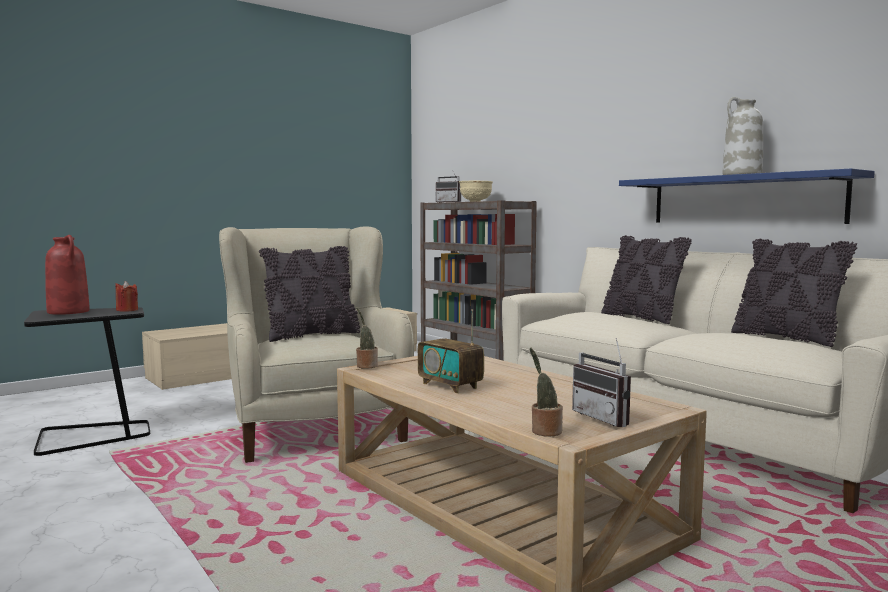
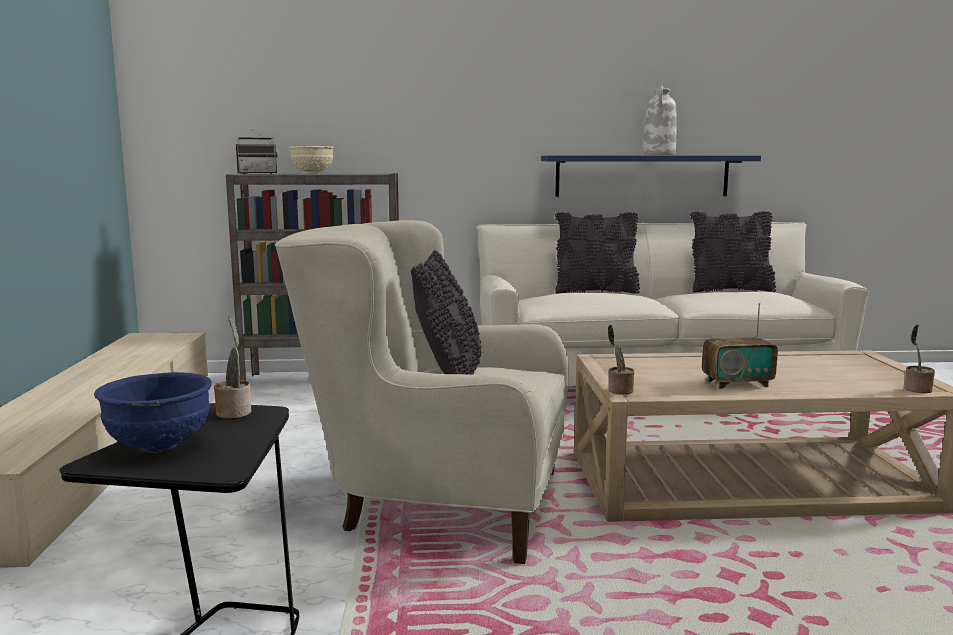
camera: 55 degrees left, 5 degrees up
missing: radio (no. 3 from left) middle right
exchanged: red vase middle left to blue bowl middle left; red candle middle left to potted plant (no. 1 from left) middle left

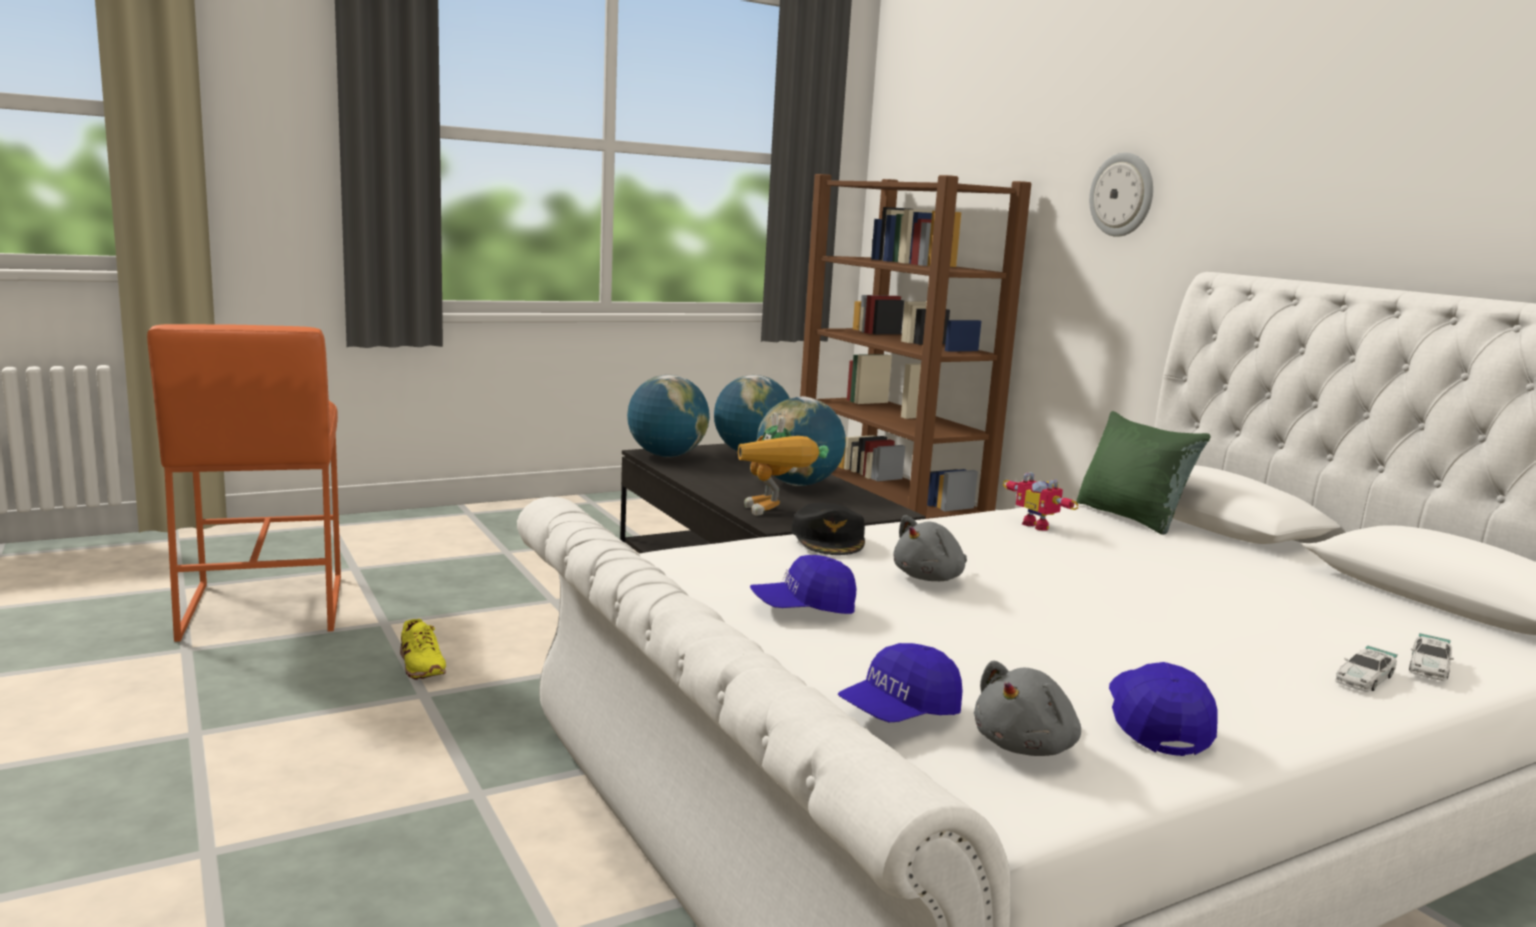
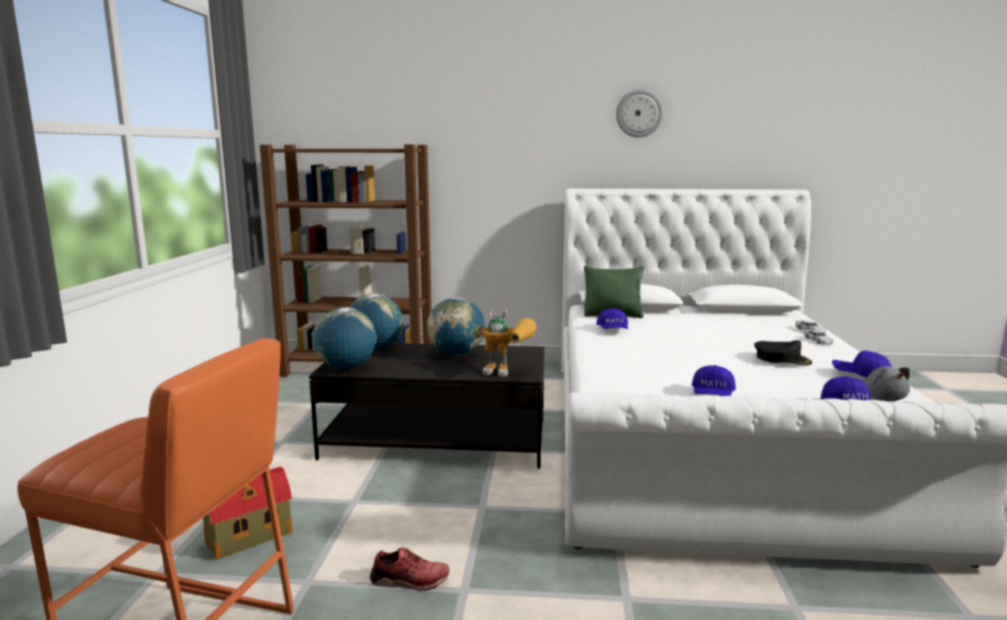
camera: 55 degrees left, 0 degrees up
missing: grey plush toy (no. 1 from left) centre
appeared: toy house bottom left
relocated: black cap centre to middle right; wall clock top right to top centre
exchanged: toy robot (no. 2 from left) middle right to blue cap (no. 1 from left) centre
colour: yellow shoe bottom left to red shoe bottom centre

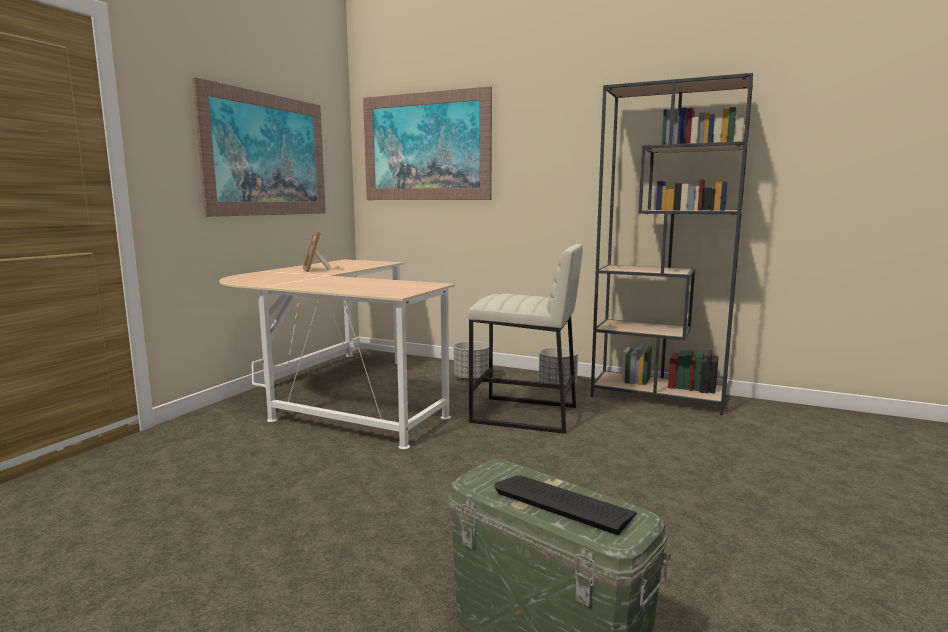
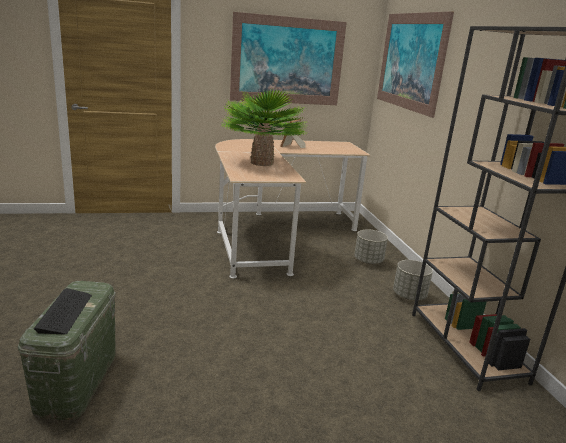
camera: 50 degrees right, 10 degrees up
missing: beige stool centre
appeared: potted plant top centre

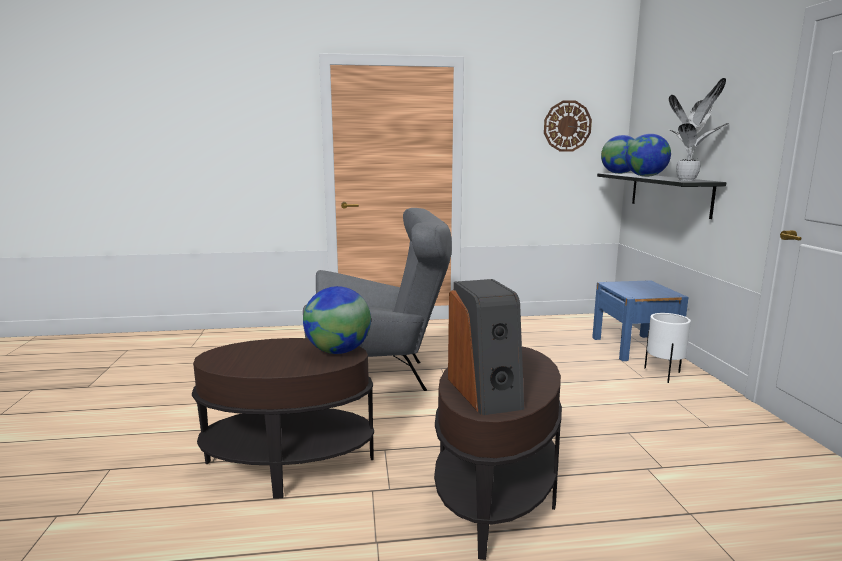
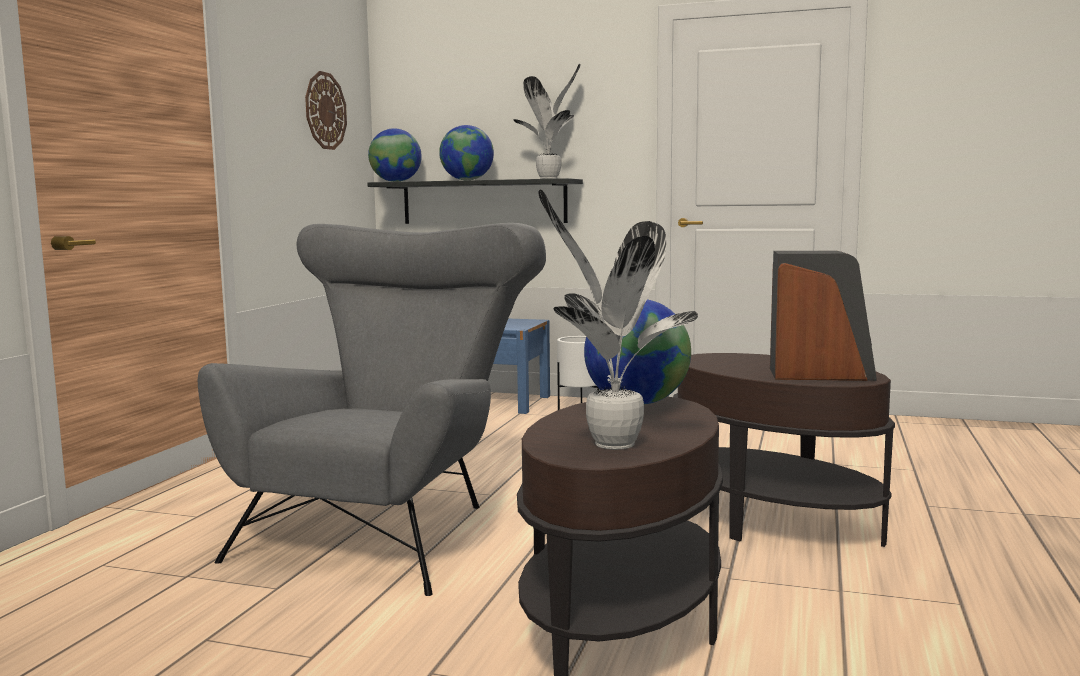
camera: 65 degrees left, 5 degrees down
appeared: potted plant (no. 2 from left) centre

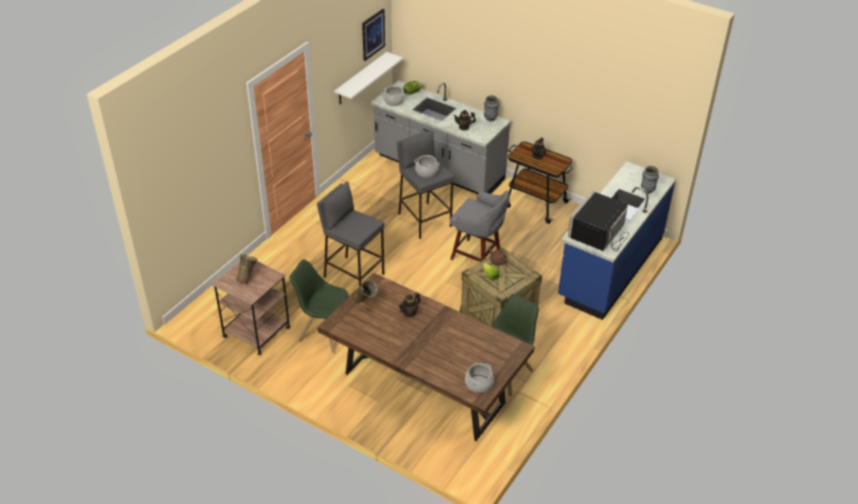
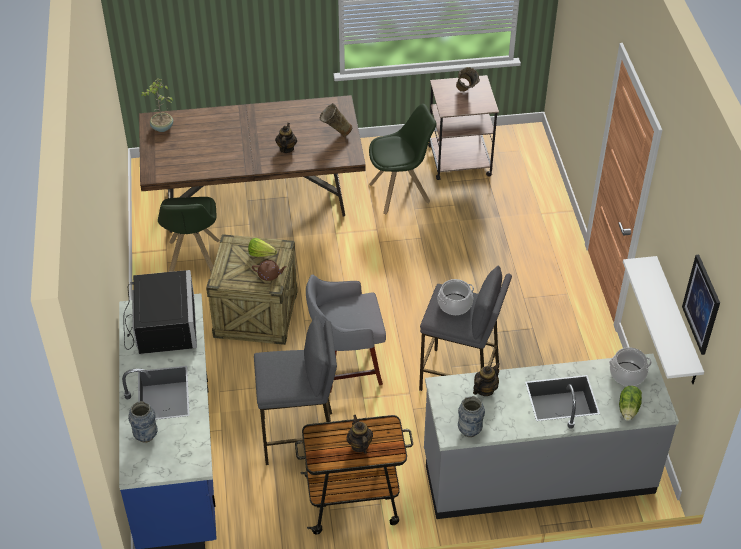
camera: 140 degrees right, 5 degrees up
relocated: grey stool (no. 1 from left) centre to bottom centre
exchanged: cooking pot (no. 3 from left) bottom centre to potted plant top left

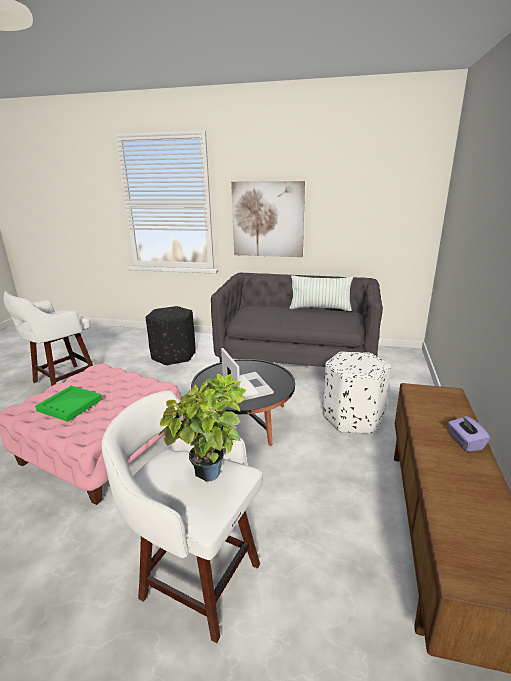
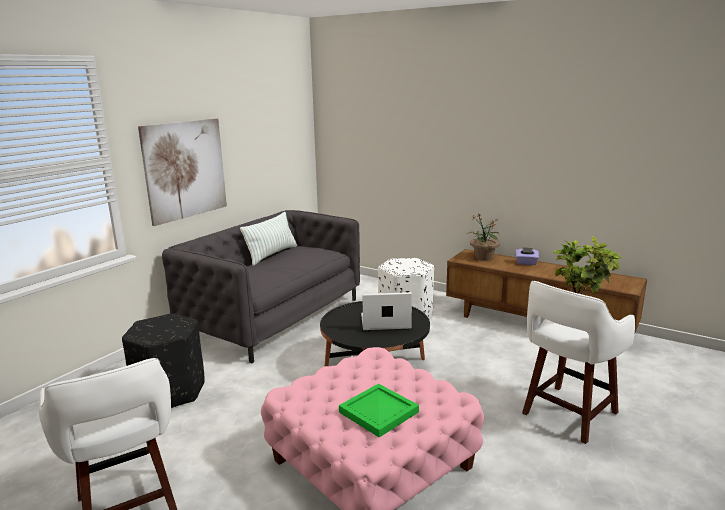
camera: 70 degrees left, 5 degrees down
appeared: potted plant (no. 1 from left) centre

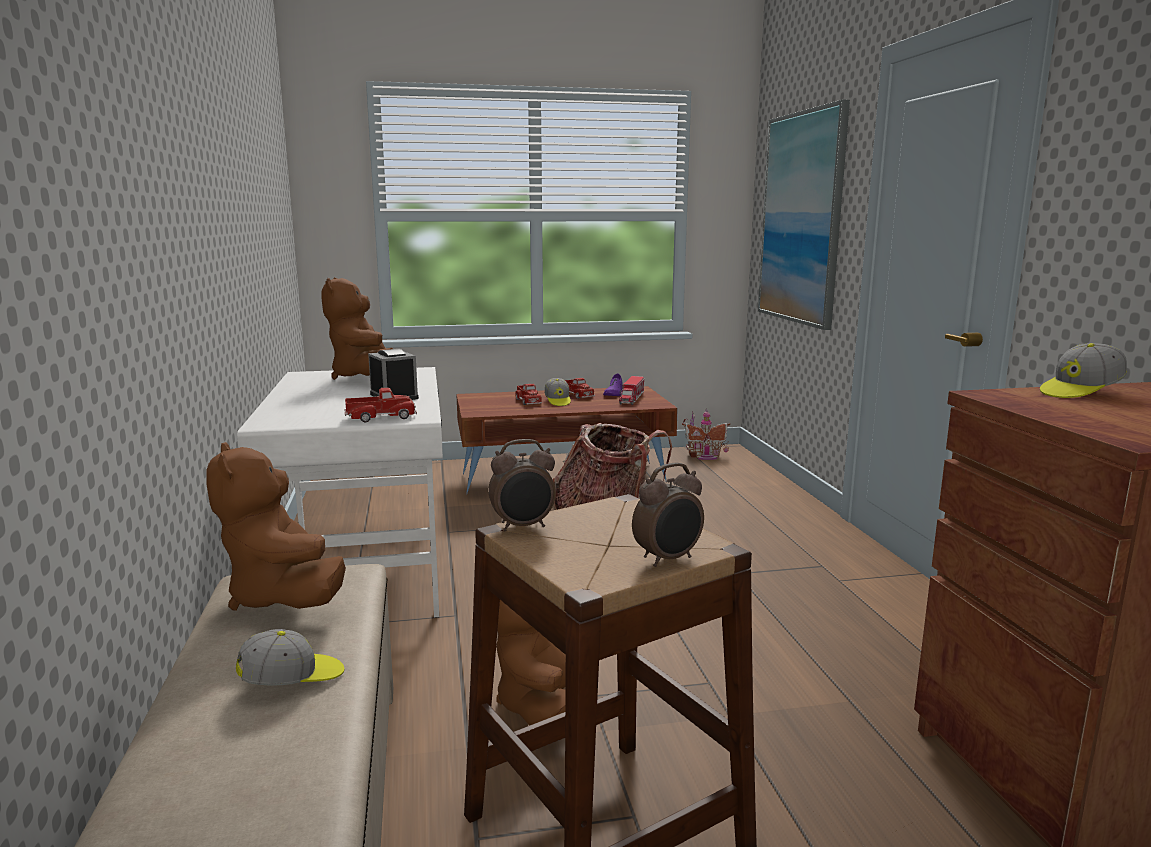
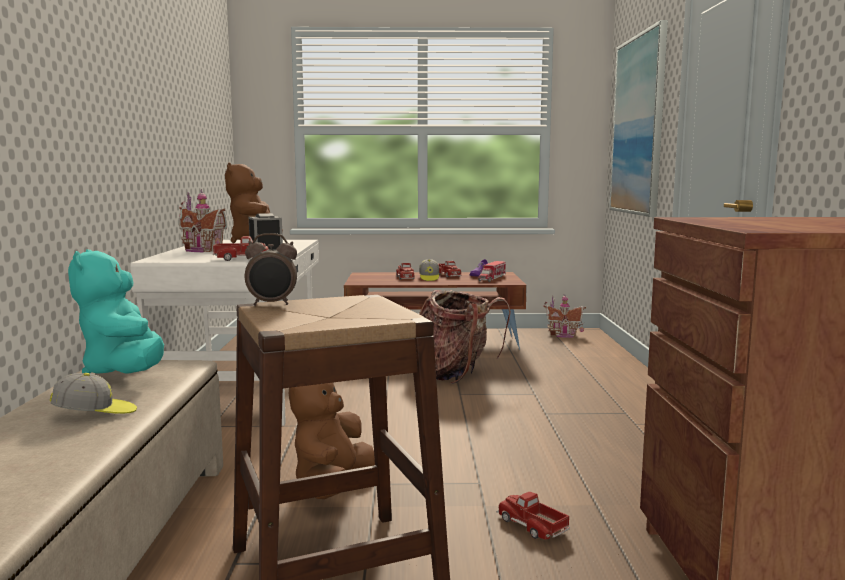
camera: 10 degrees right, 5 degrees down
missing: alarm clock (no. 3 from left) centre; cap (no. 3 from left) middle right
appeared: toy house (no. 1 from left) middle left; toy truck (no. 5 from left) bottom centre
colour: brown plush toy (no. 1 from left) middle left to turquoise plush toy middle left

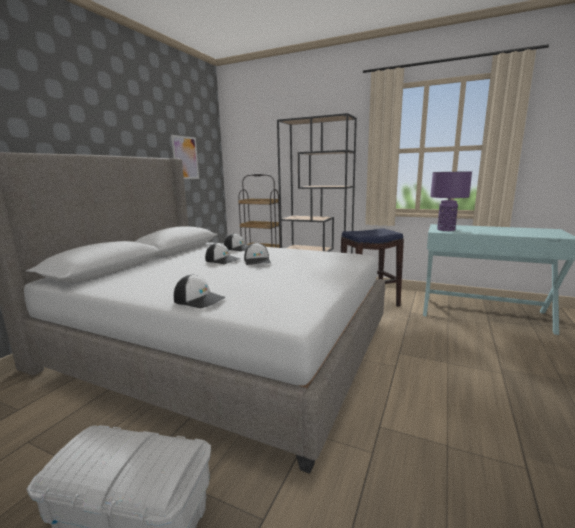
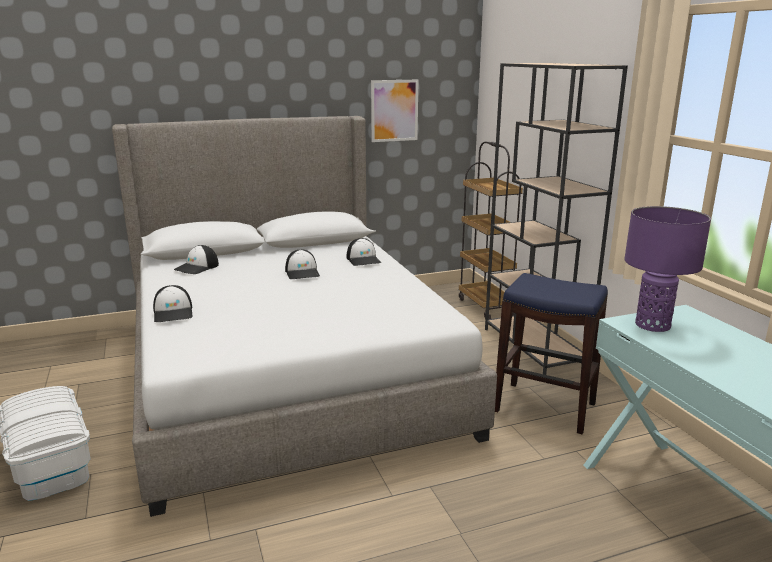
camera: 45 degrees right, 5 degrees up
relocated: cap (no. 4 from left in the first image) centre to cap (no. 2 from left) middle left

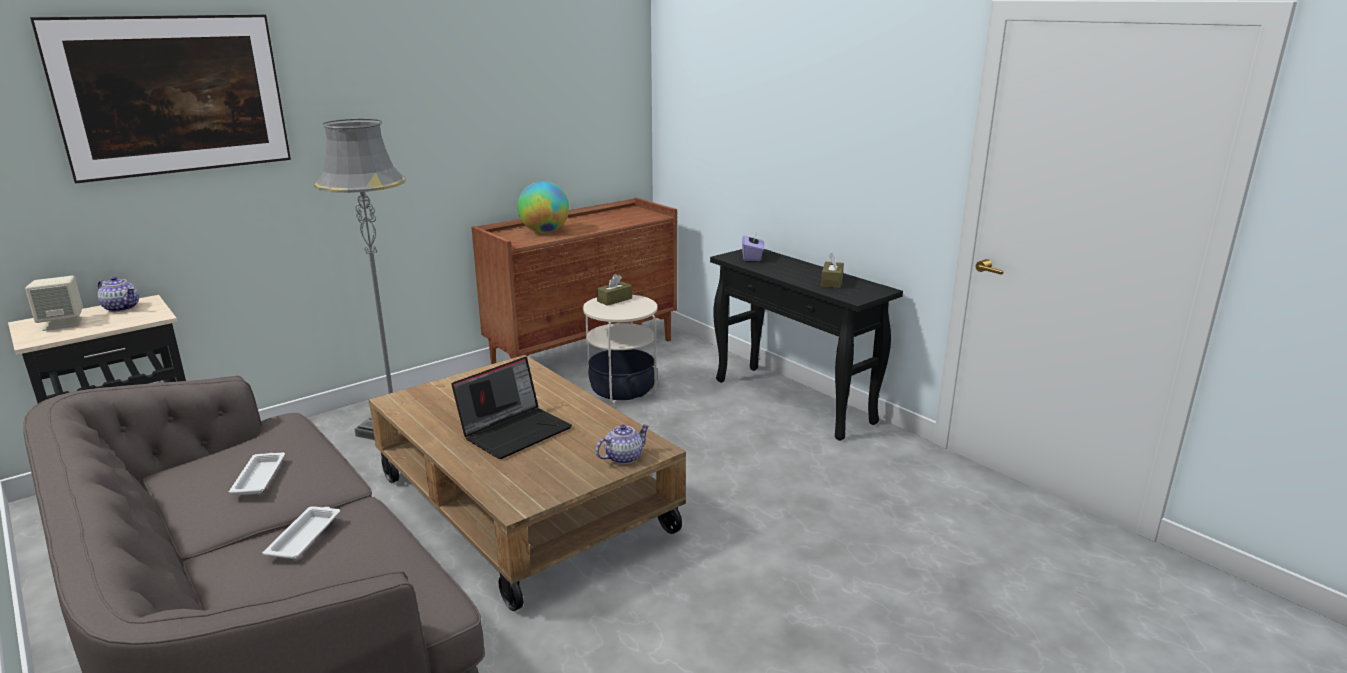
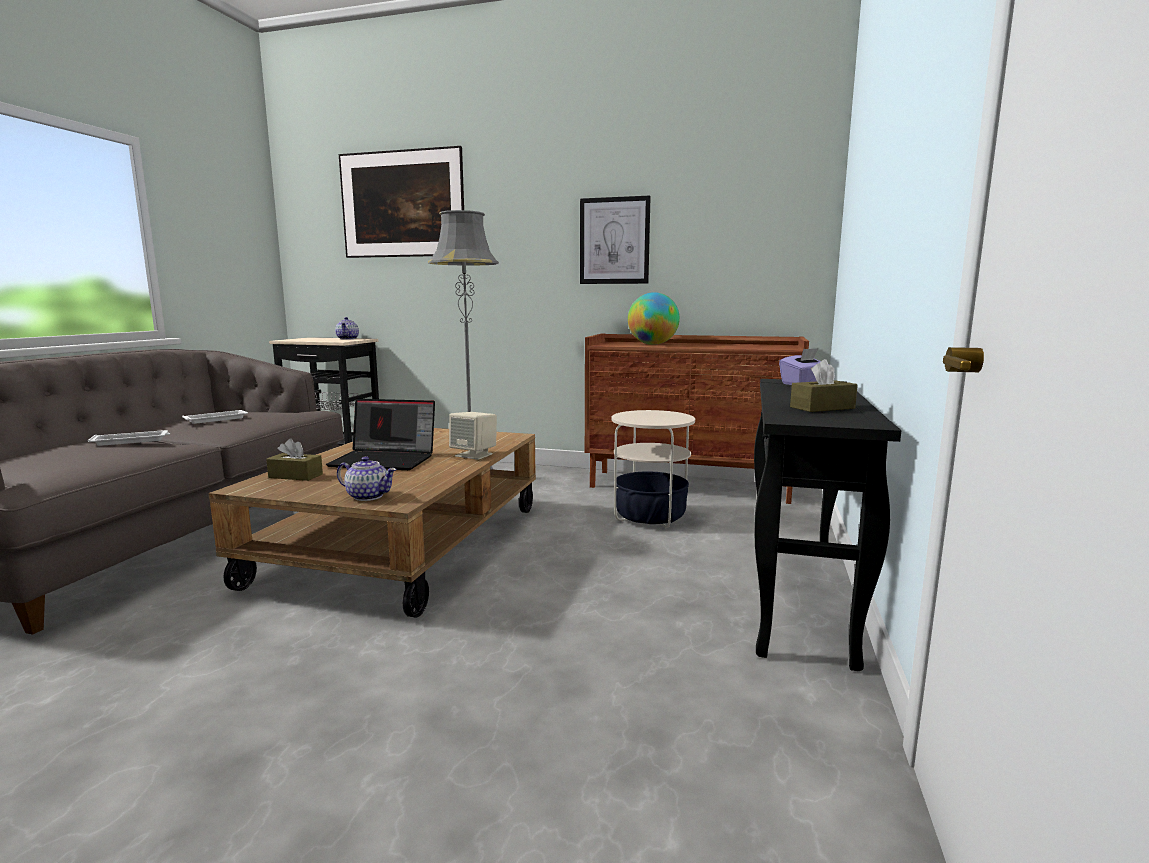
camera: 55 degrees right, 10 degrees down
appeared: picture (no. 2 from left) top centre
relocated: beige speaker middle left to centre; brown tissue box (no. 1 from left) centre to middle left

